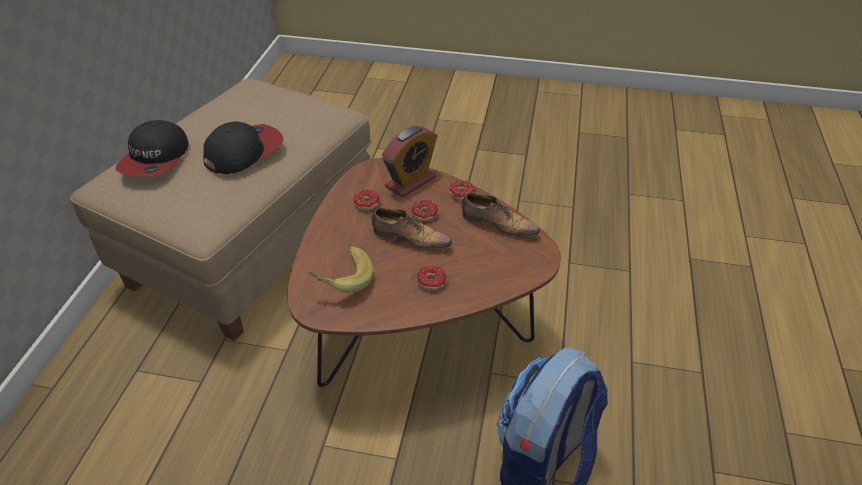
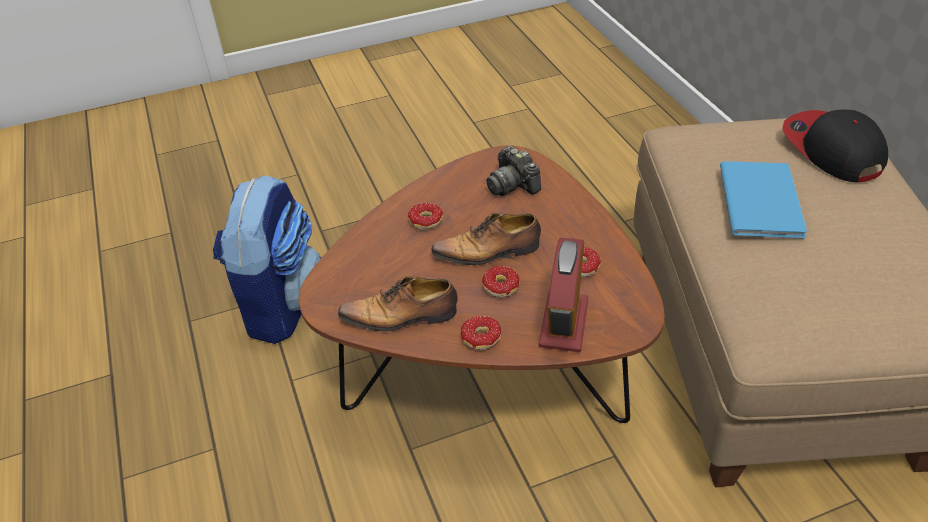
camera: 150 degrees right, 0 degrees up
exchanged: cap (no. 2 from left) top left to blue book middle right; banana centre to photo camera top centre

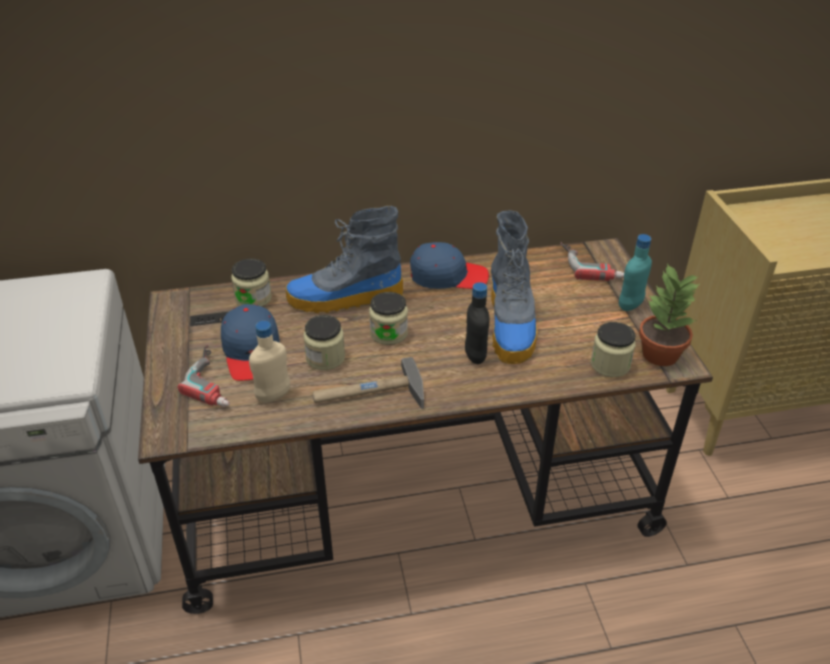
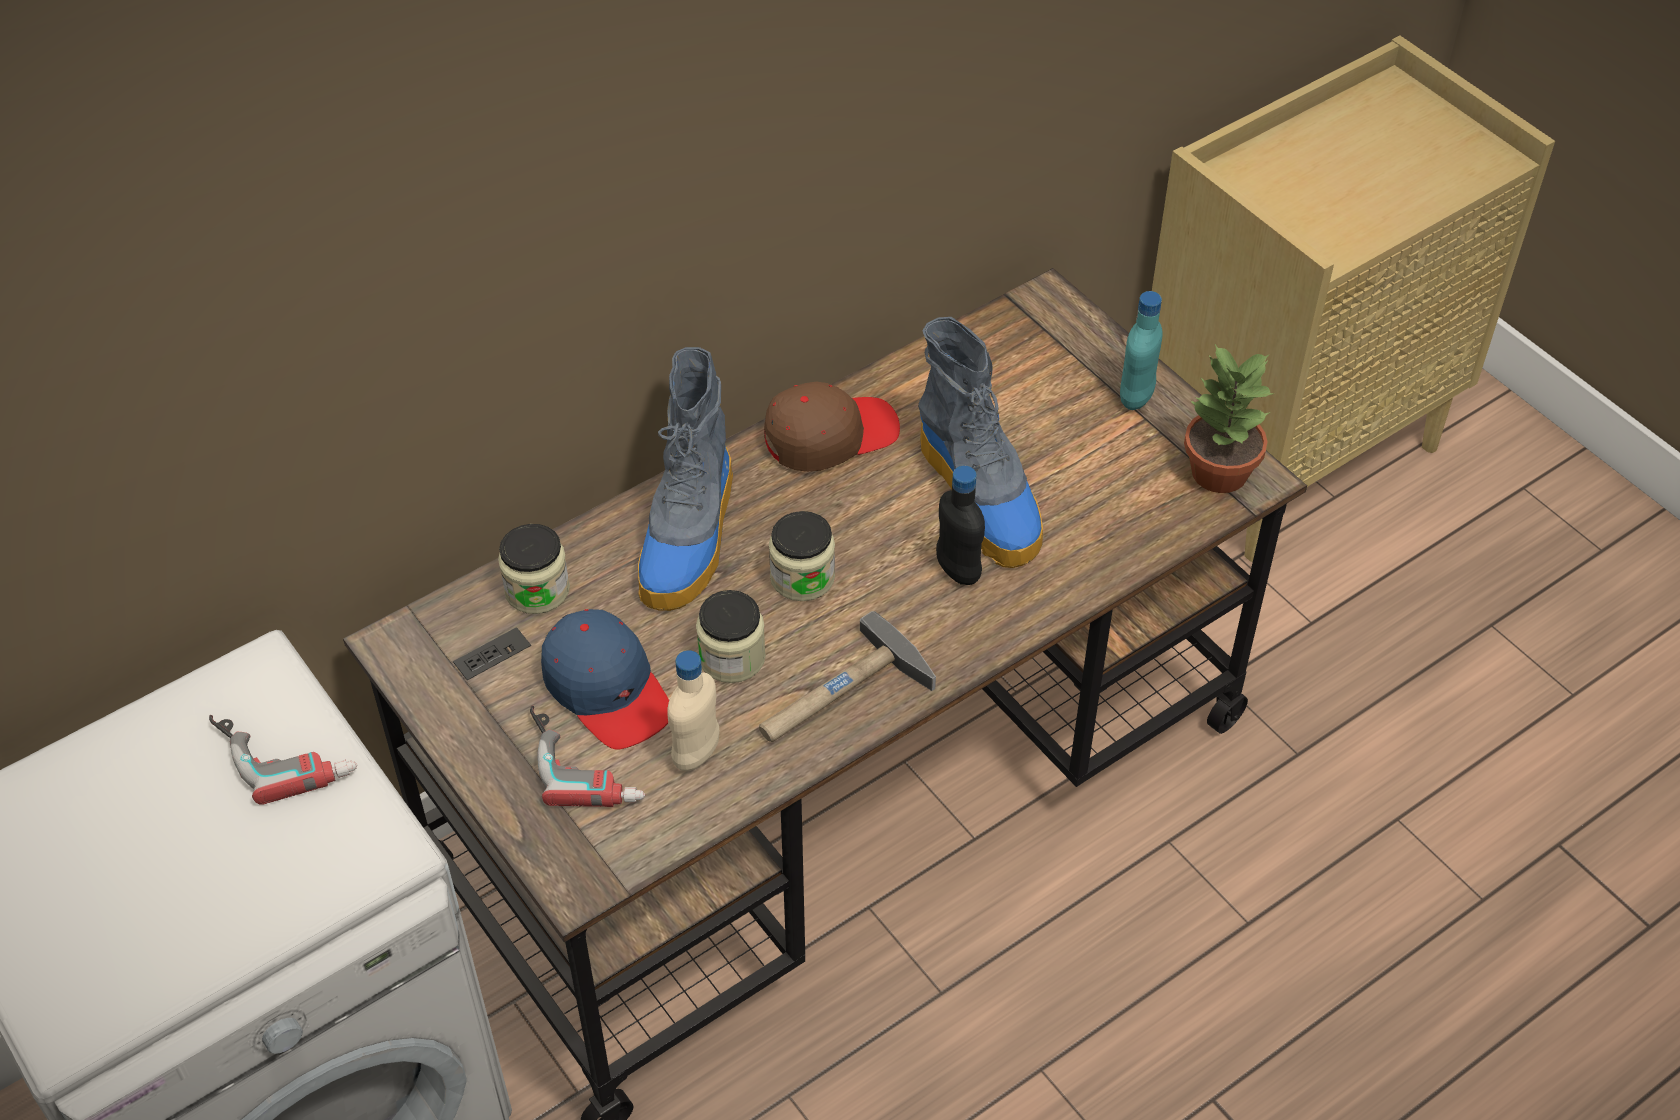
camera: 25 degrees left, 10 degrees up
missing: jar (no. 4 from left) middle right
relocated: power drill (no. 2 from left in the first image) middle right to power drill (no. 1 from left) bottom left
colour: blue cap (no. 2 from left) centre to brown cap centre
spun: boot (no. 1 from left) centre = centre 45 degrees counterclockwise

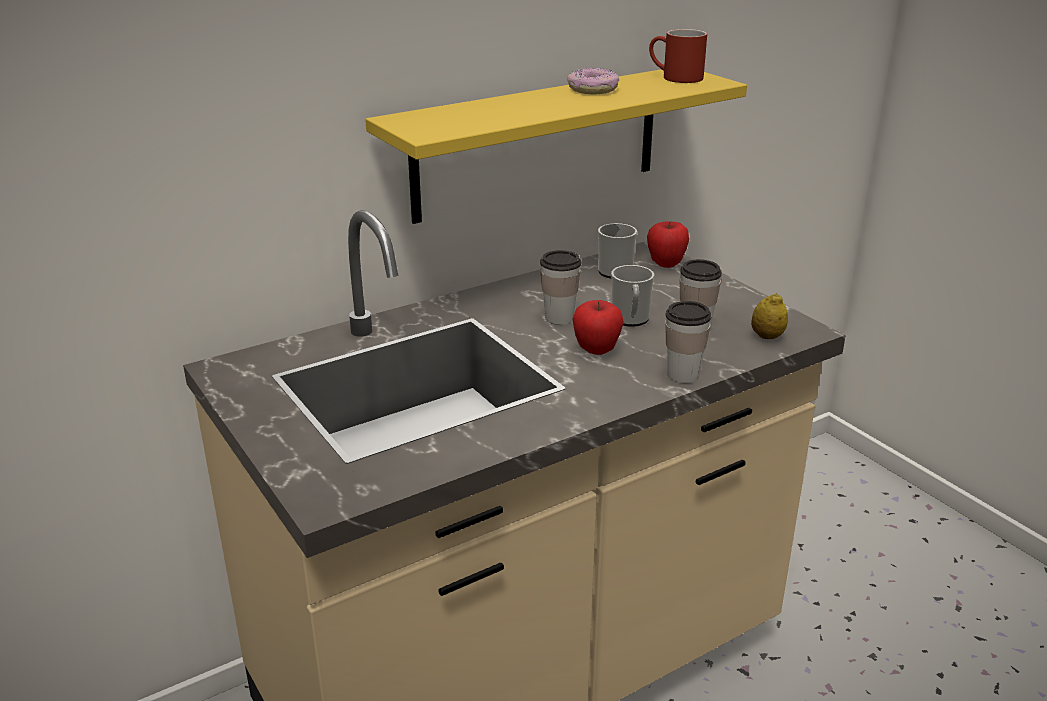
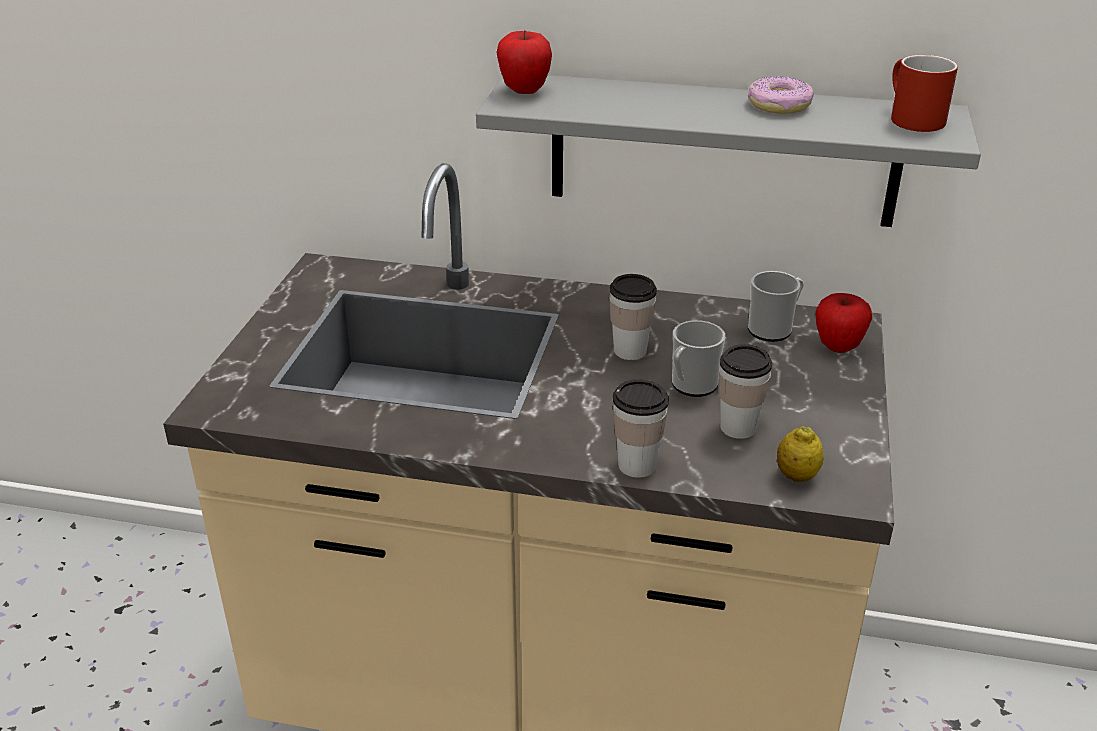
camera: 45 degrees right, 5 degrees up
relocated: apple (no. 1 from left) centre to top centre
colour: yellow shelf top centre to grey shelf top centre

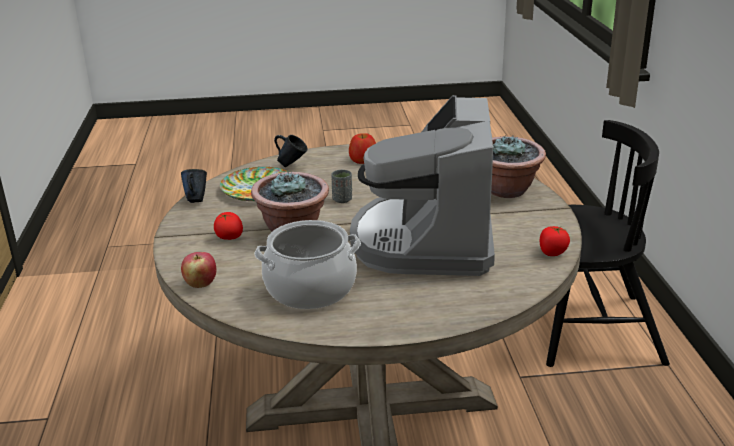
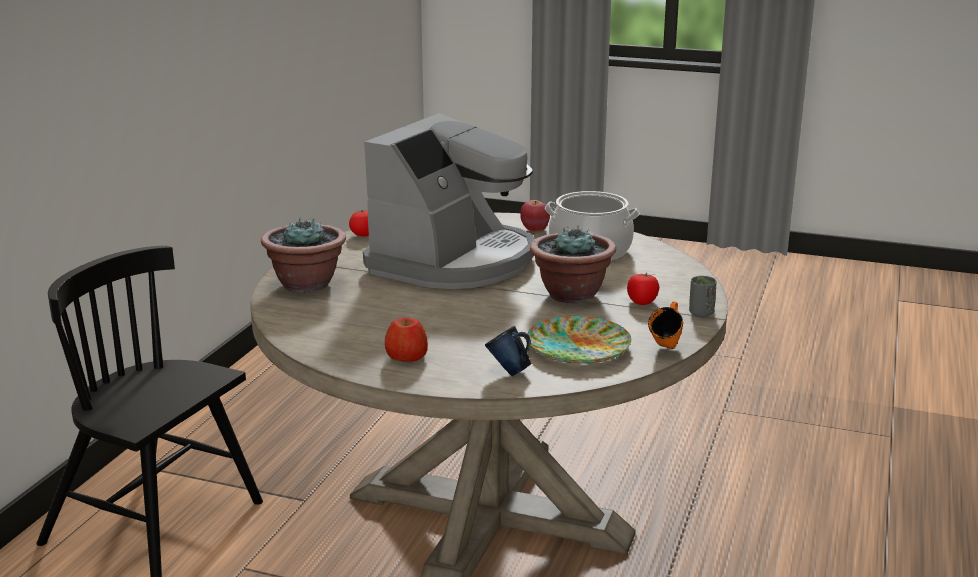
camera: 155 degrees left, 5 degrees down
relocated: apple (no. 1 from left in the first image) middle left to apple (no. 2 from left) centre; grey cup centre to middle right
colour: blue mug (no. 1 from left) middle left to orange mug middle right

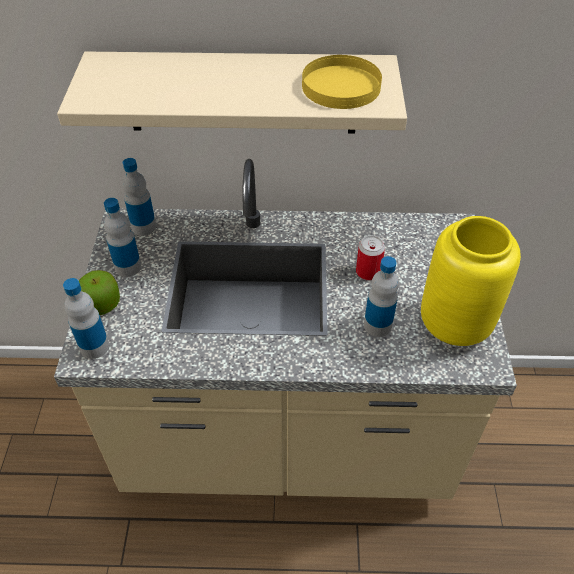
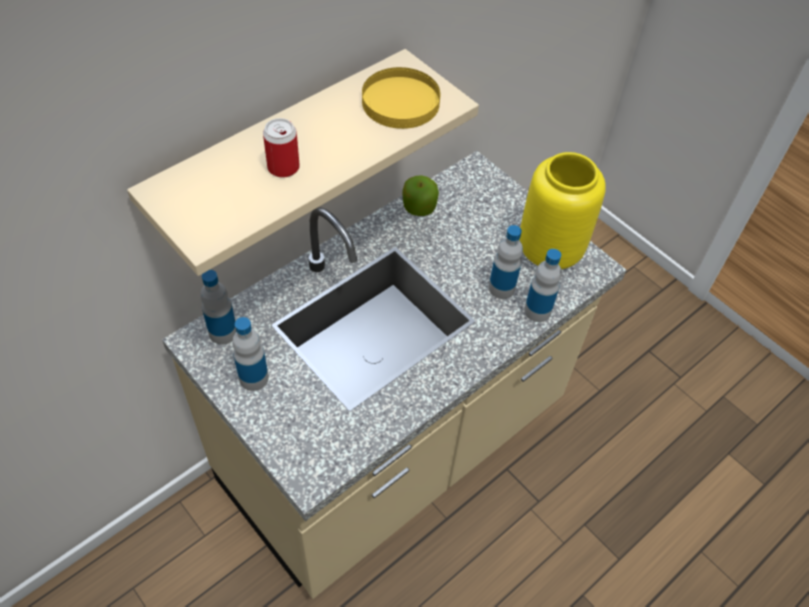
camera: 45 degrees left, 5 degrees up
relocated: bottle (no. 1 from left in the first image) middle left to bottle (no. 4 from left) middle right; apple middle left to top centre; can centre to top centre

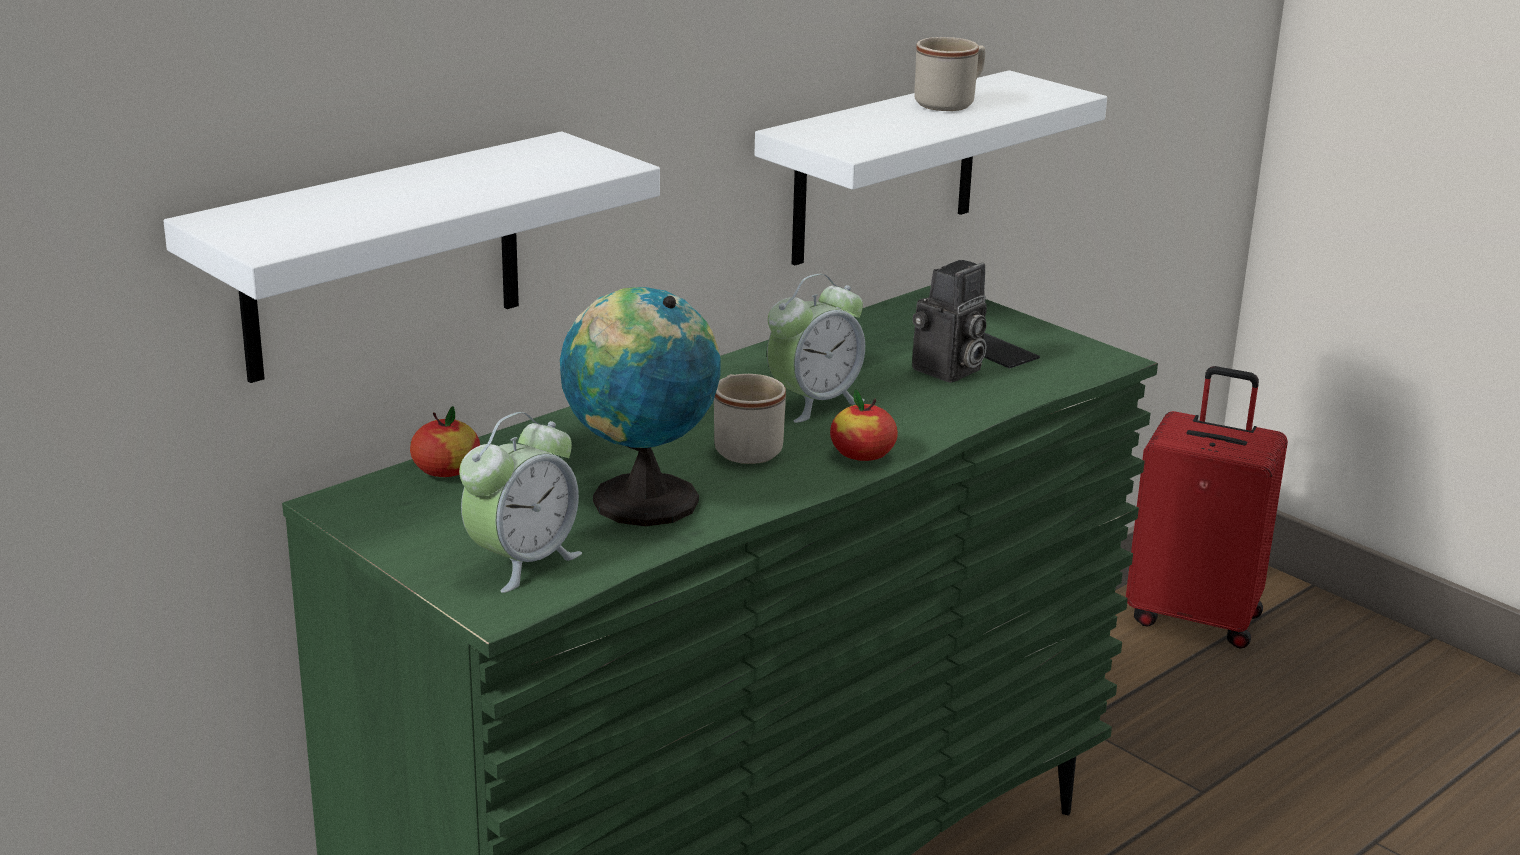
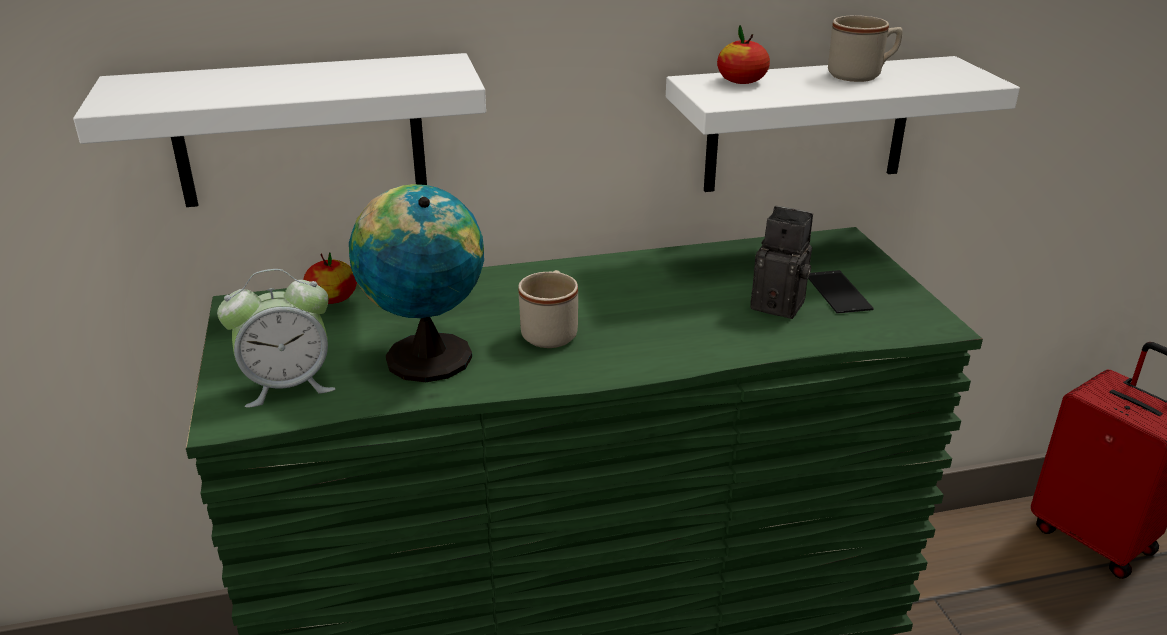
camera: 30 degrees right, 5 degrees up
missing: alarm clock (no. 2 from left) centre
relocated: apple (no. 2 from left) centre to top centre
spun: photo camera centre = middle right 135 degrees counterclockwise

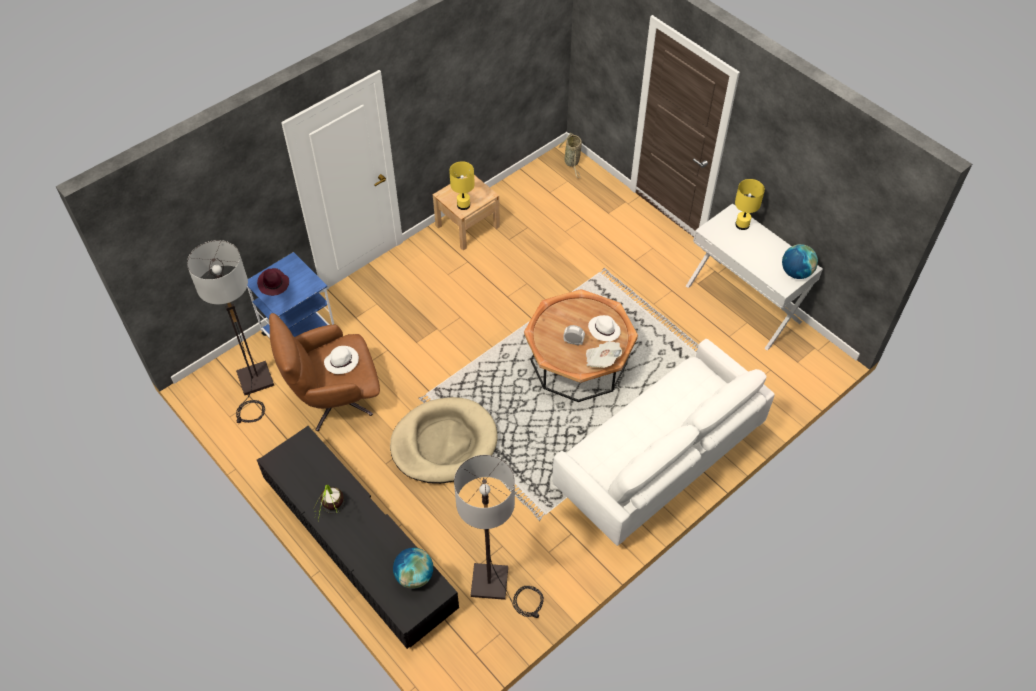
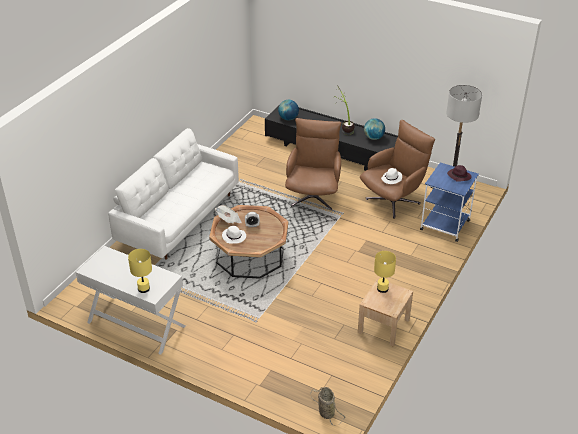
camera: 160 degrees right, 15 degrees down
missing: floor lamp (no. 2 from left) bottom centre
relocated: globe (no. 2 from left) middle right to top centre
exchanged: beige dog bed centre to brown armchair (no. 1 from left) centre

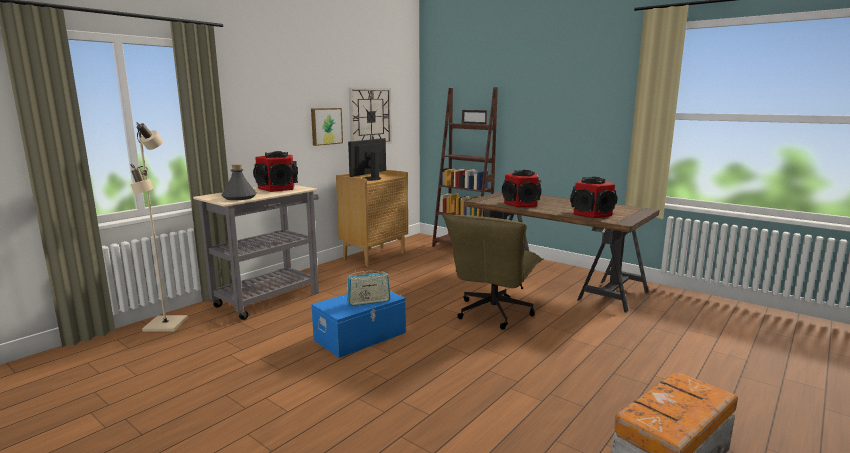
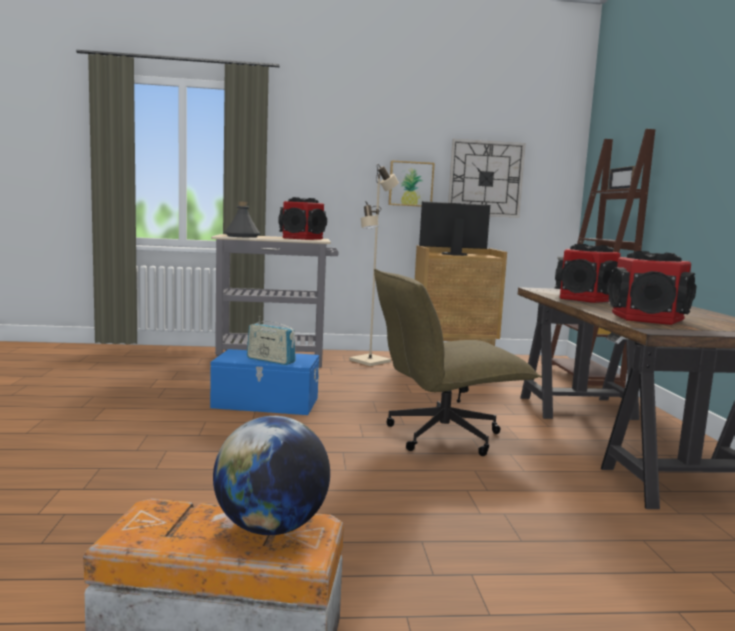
camera: 45 degrees right, 5 degrees down
appeared: globe bottom centre
relocated: beige floor lamp middle left to centre

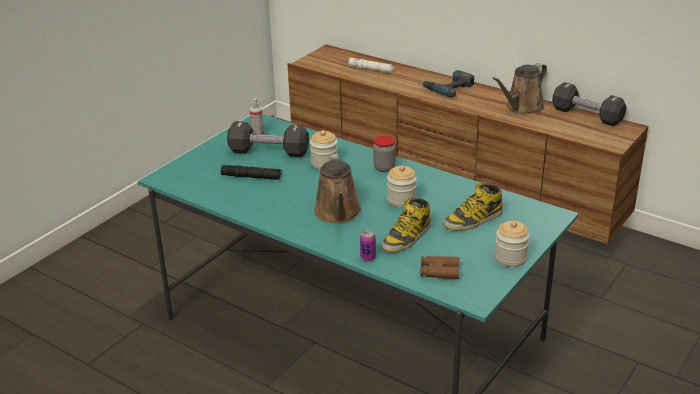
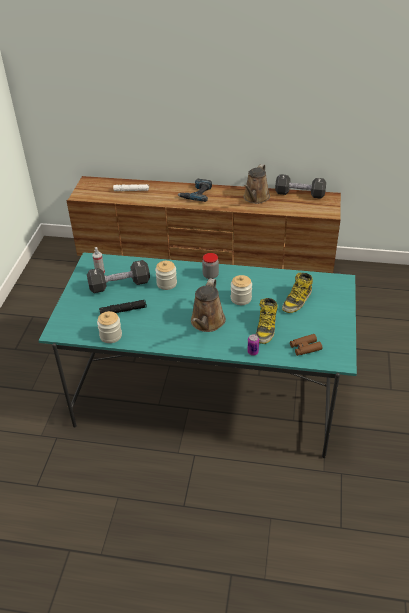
camera: 25 degrees left, 10 degrees up
relocated: jar (no. 4 from left in the first image) middle right to jar (no. 1 from left) middle left
spun: brown watering can (no. 1 from left) centre = centre 45 degrees clockwise

